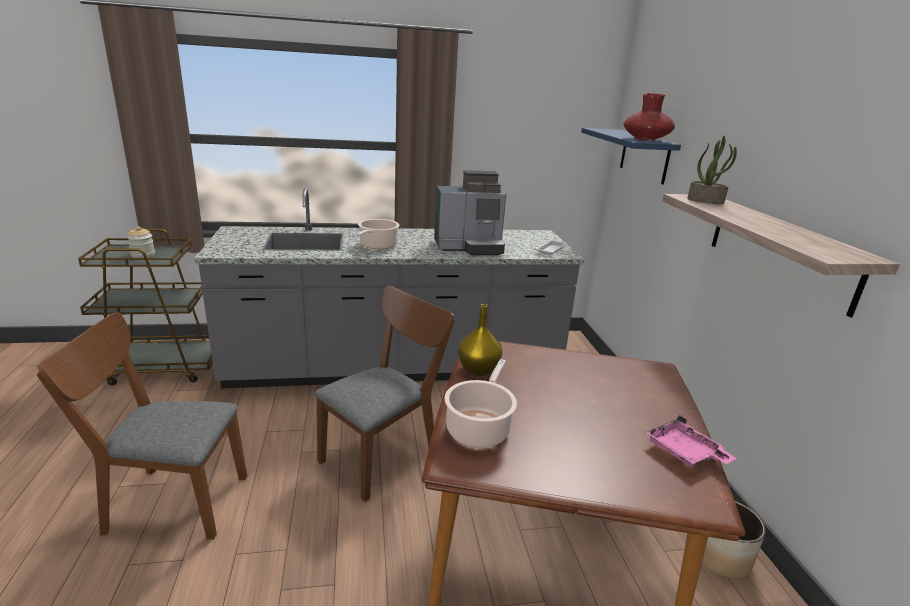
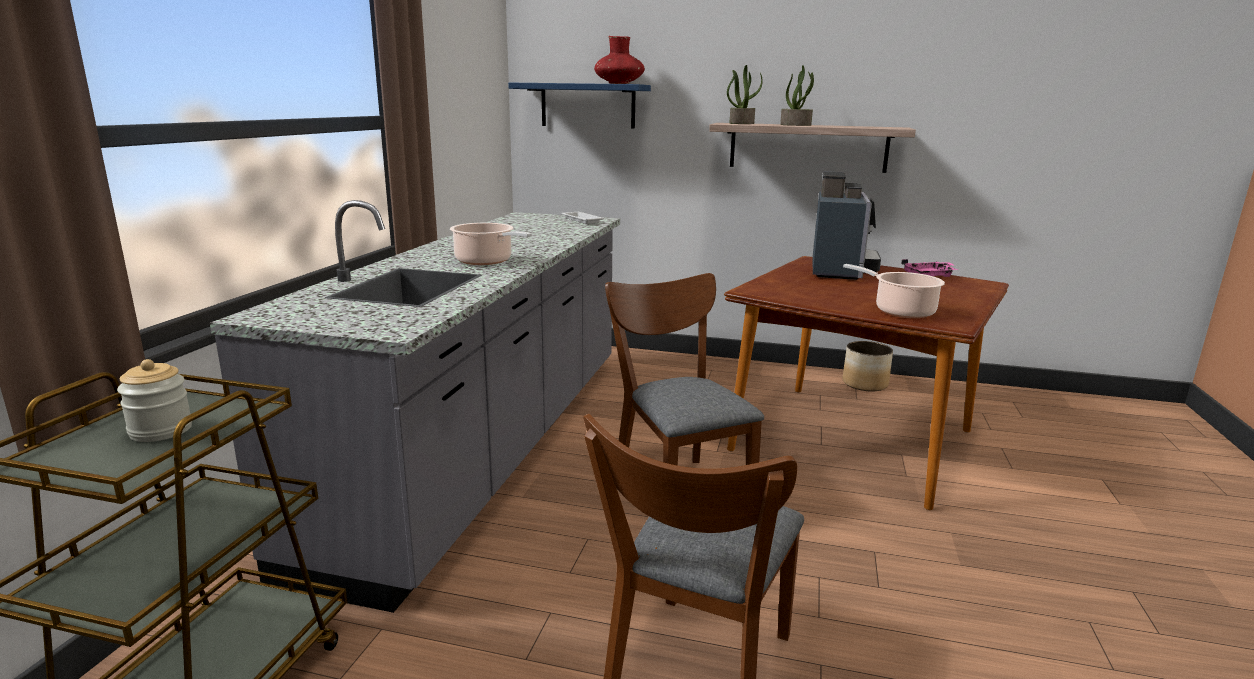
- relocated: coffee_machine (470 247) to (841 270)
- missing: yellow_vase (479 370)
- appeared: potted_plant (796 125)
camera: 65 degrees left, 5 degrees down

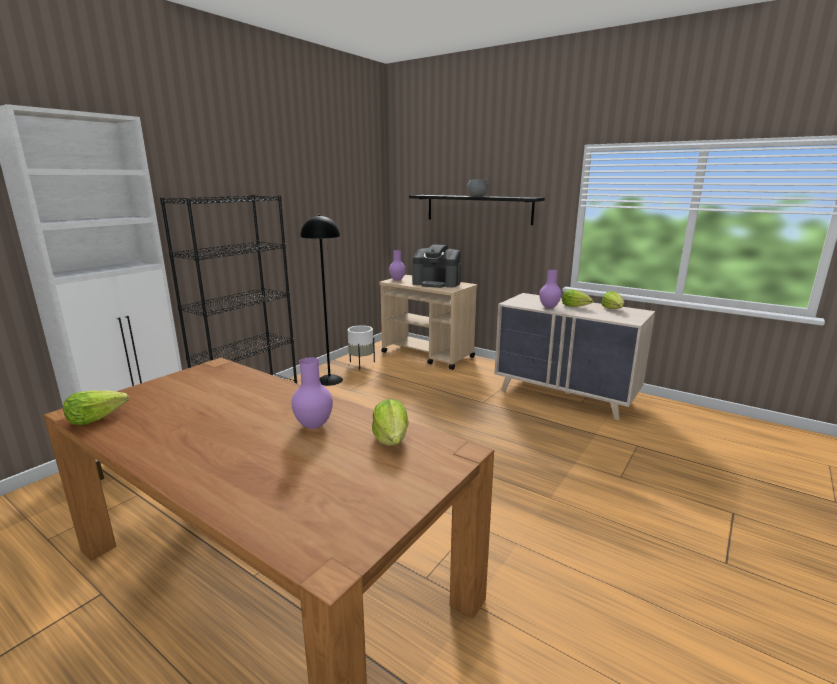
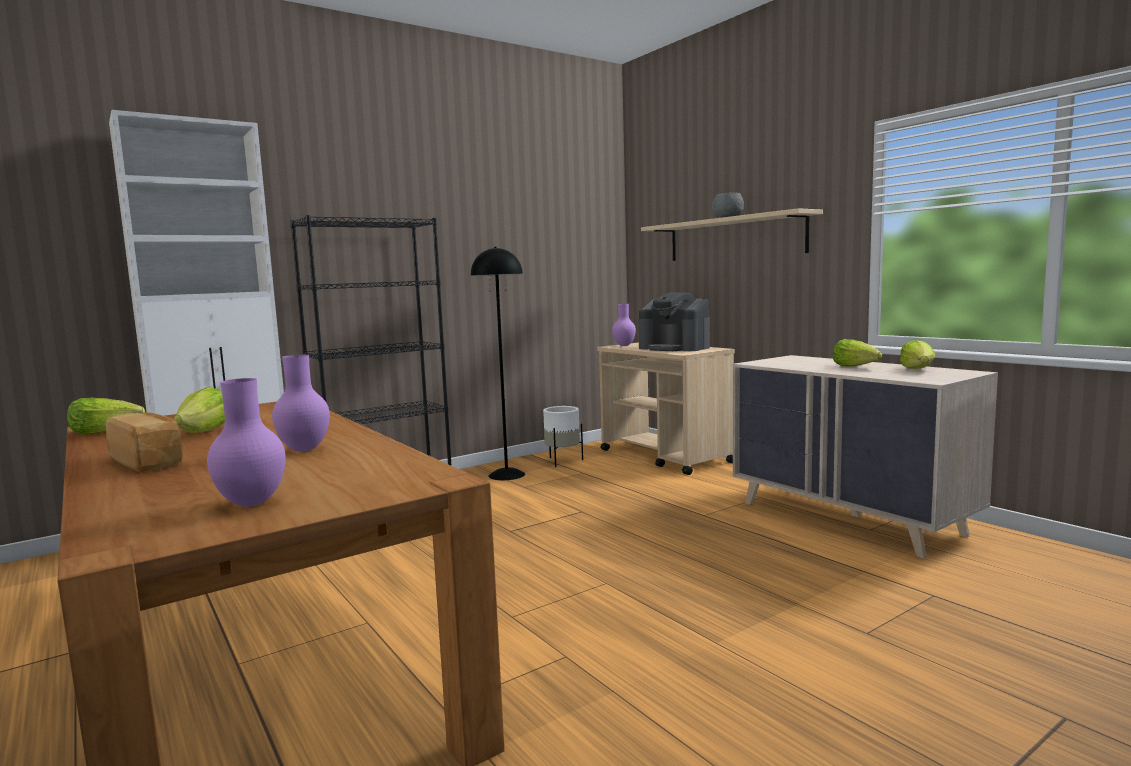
- relocated: lettuce (391 439) to (206 431)
- colour: black_shelf (478 209) to beige_shelf (734 238)
- relocated: purple_vase (549 307) to (252 503)
- appeared: bread (148 462)
camera: 20 degrees right, 10 degrees down

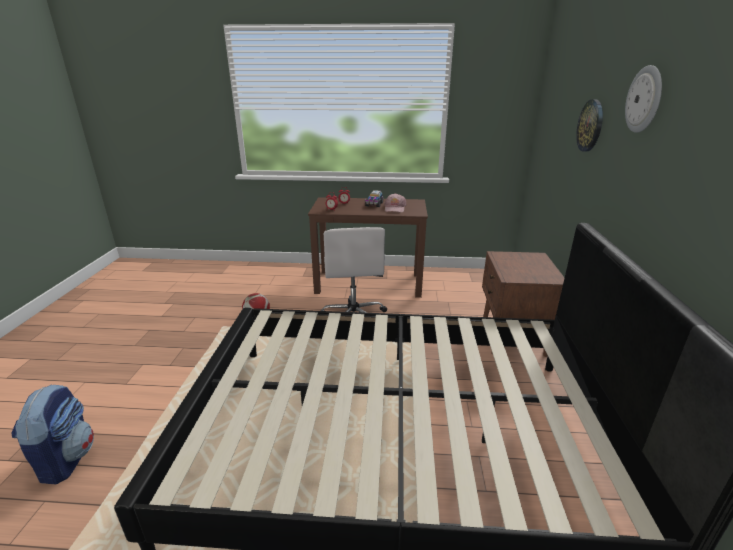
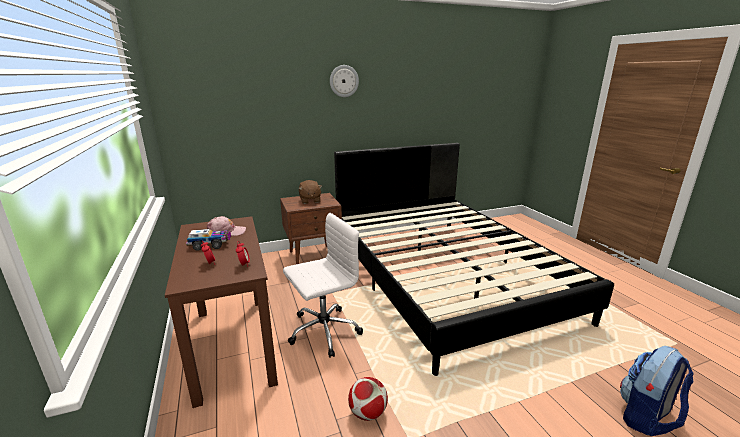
- missing: wall_clock (590 126)
- appeared: brown_plush_toy (310 200)
camera: 115 degrees left, 5 degrees down

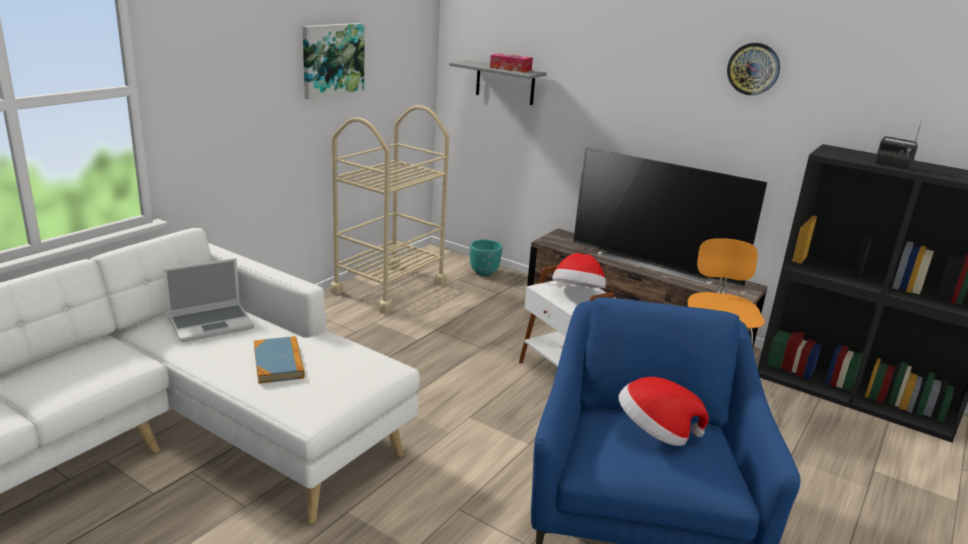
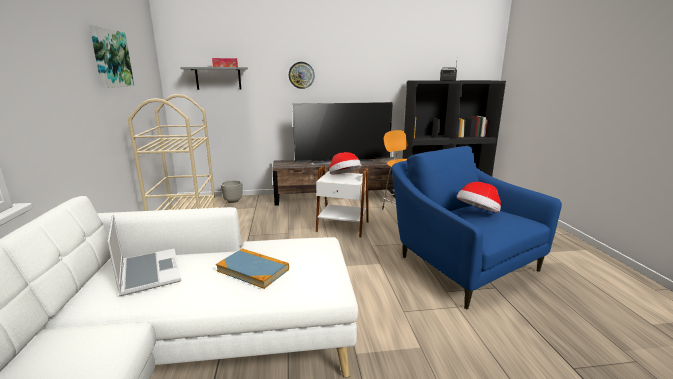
- spun: laptop (212 323) = (148 272) 45 degrees counterclockwise
- colour: turquoise_planter (484 272) to grey_planter (233 201)
- relocated: wall_clock (753 69) to (301 75)
camera: 40 degrees left, 5 degrees down

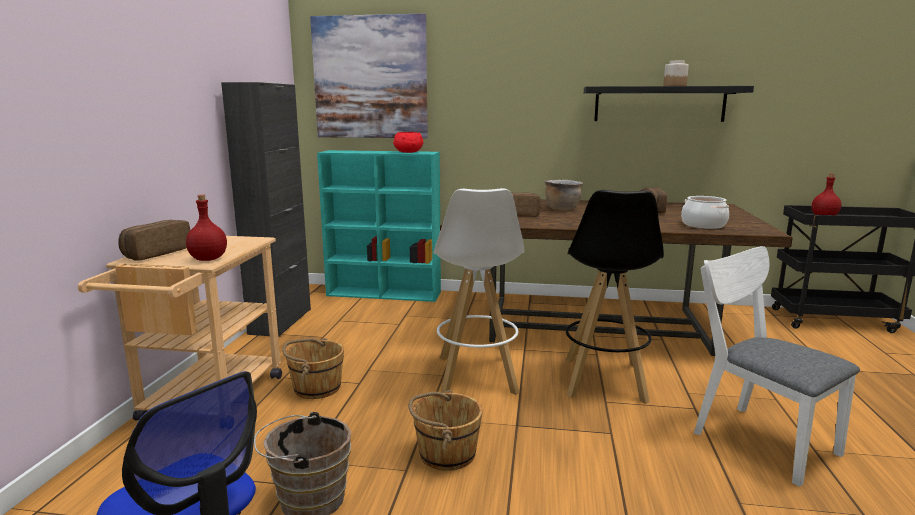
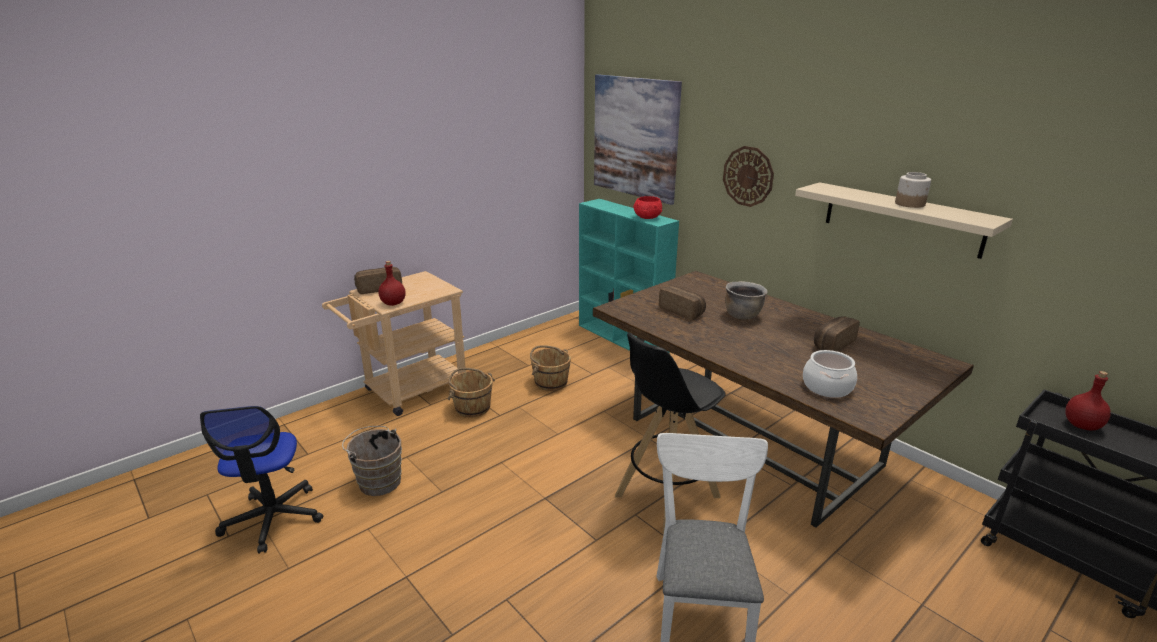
- missing: black_cabinet (280 321)
- relocated: brown_bucket (446 453) to (550 382)
- missing: white_stool (476 375)
- colour: black_shelf (659 104) to beige_shelf (902 219)
- appeared: wall_clock (748 176)
camera: 40 degrees right, 10 degrees up

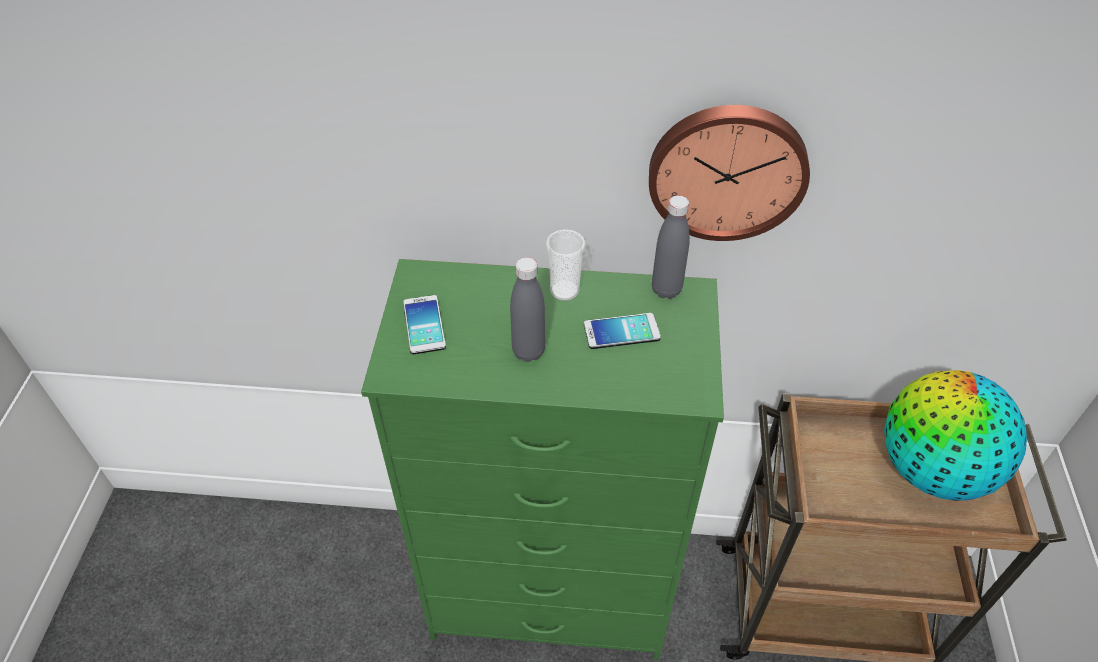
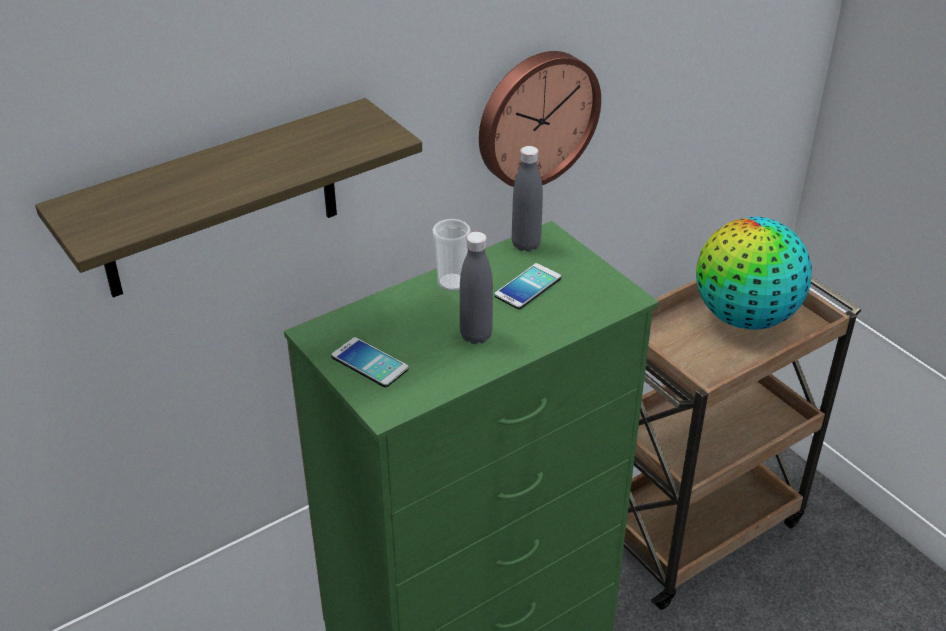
- appeared: shelf (220 201)
camera: 40 degrees left, 10 degrees down

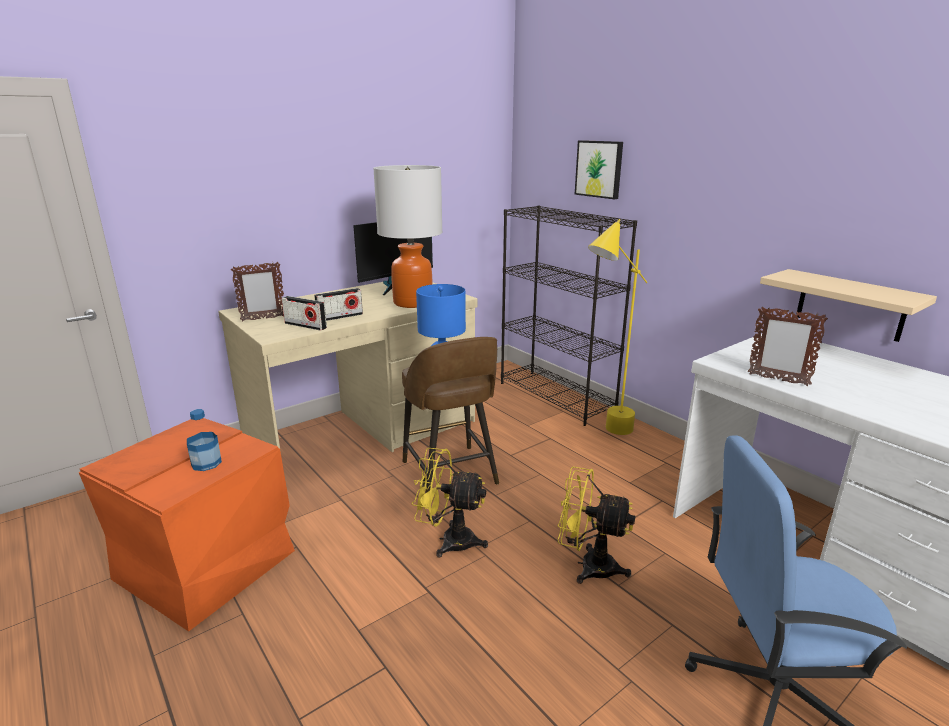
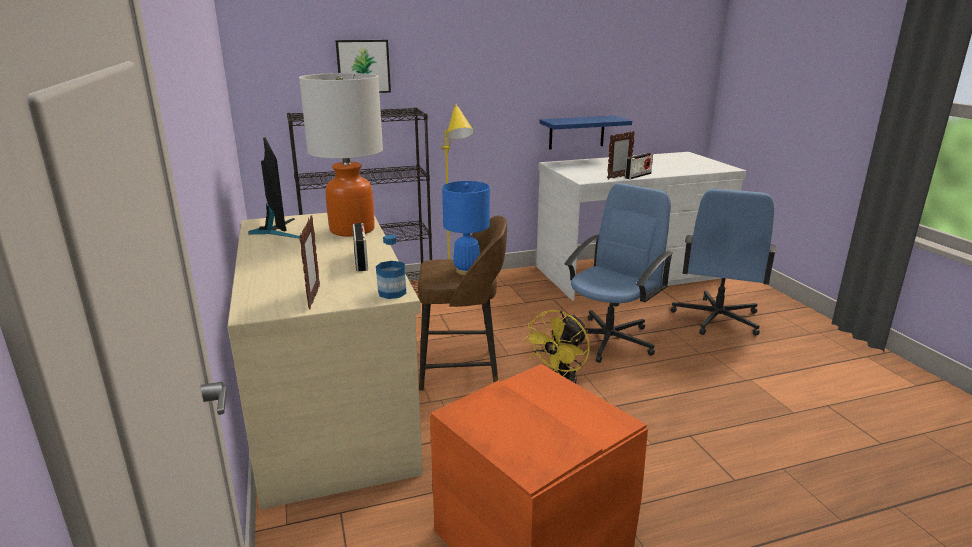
- relocated: bottle (206 463) to (392 292)
- relocated: radio (305 325) to (638 176)
- exchanged: yellow_fan (588 565) to blue_office_chair (610 339)
- colour: beige_shelf (850 305) to blue_shelf (576 132)
camera: 70 degrees left, 0 degrees up

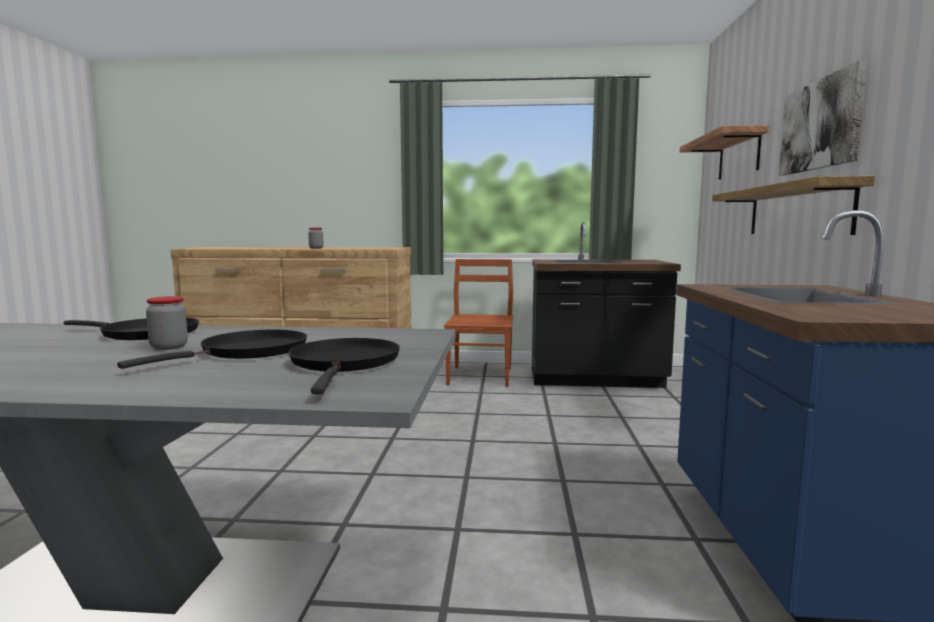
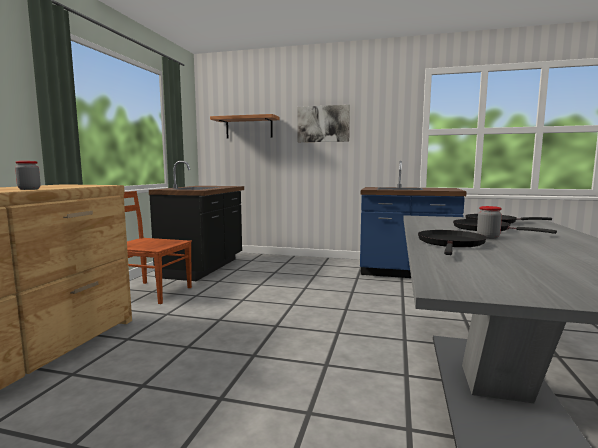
- missing: shelf (797 210)
camera: 80 degrees left, 0 degrees up

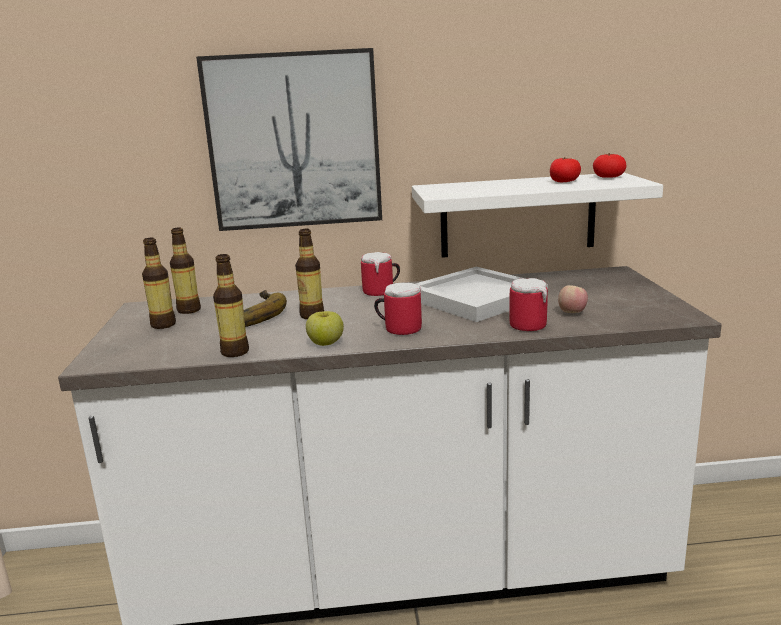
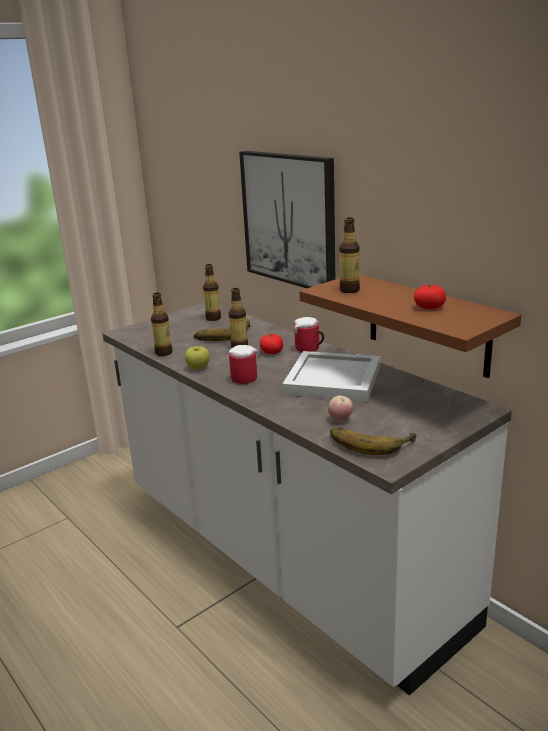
- relocated: bottle (163 325) to (349 290)
- colour: white_shelf (518 215) to brown_shelf (427 324)
- missing: mug (531 324)
- relocated: tomato (608 177) to (271 352)
- appeared: banana (370 441)
camera: 55 degrees right, 5 degrees up

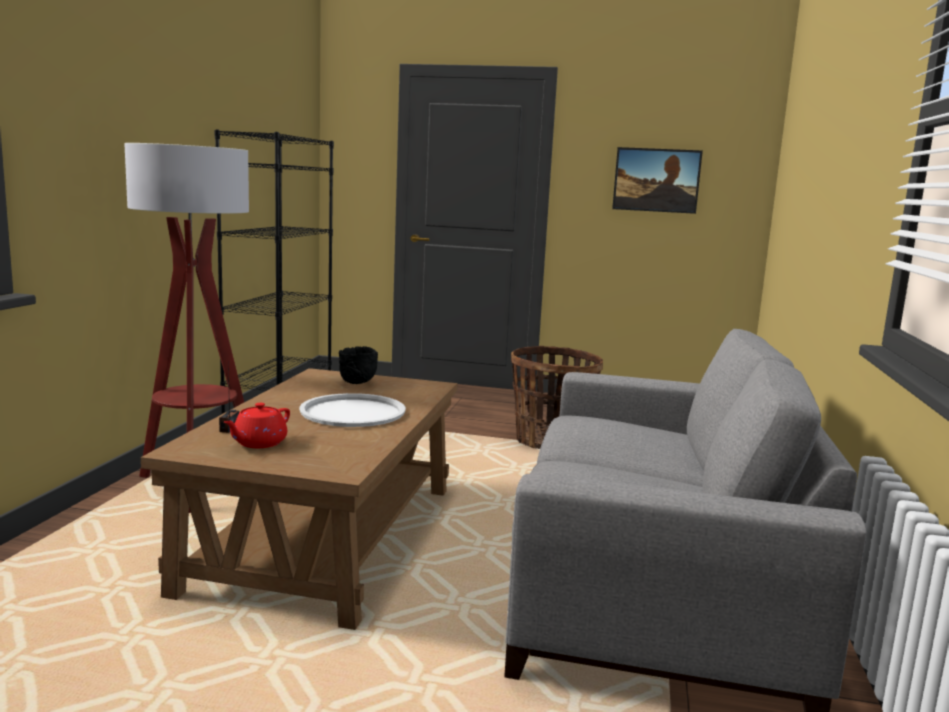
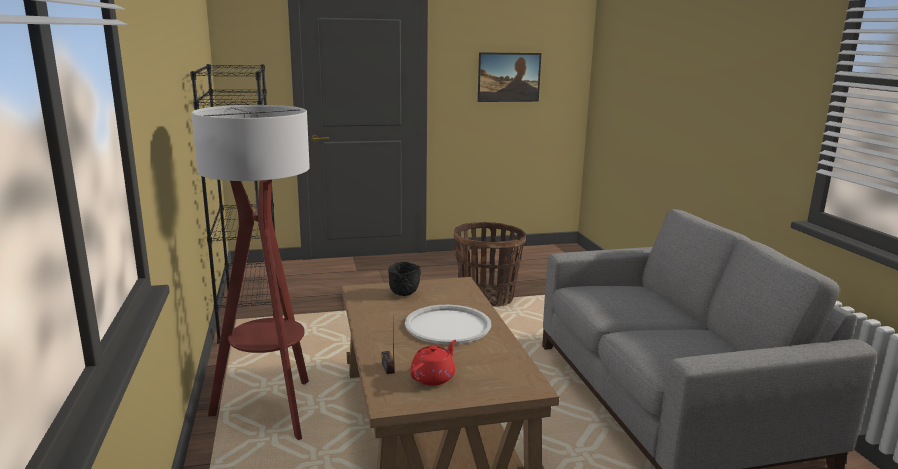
- spun: red_teapot (258 443) = (433 377) 150 degrees counterclockwise
camera: 25 degrees left, 5 degrees up

